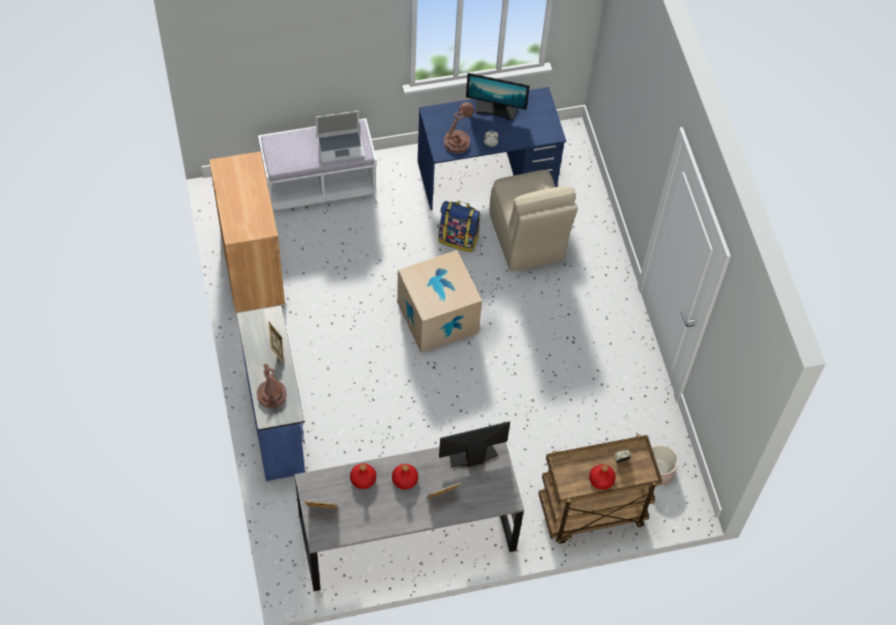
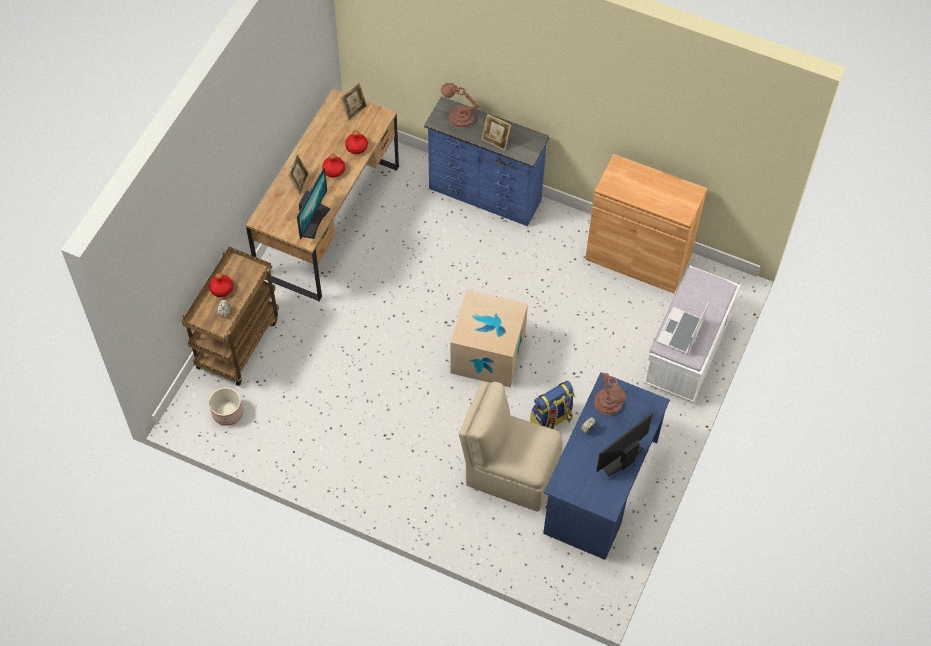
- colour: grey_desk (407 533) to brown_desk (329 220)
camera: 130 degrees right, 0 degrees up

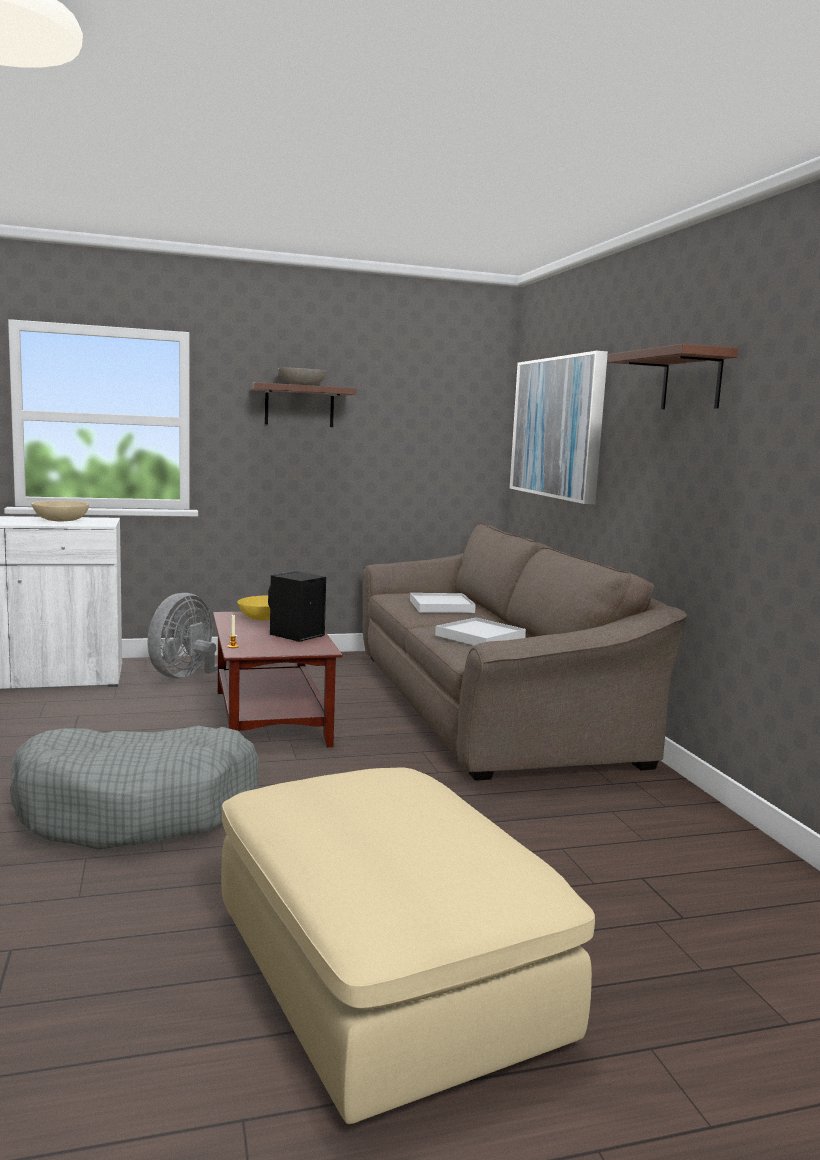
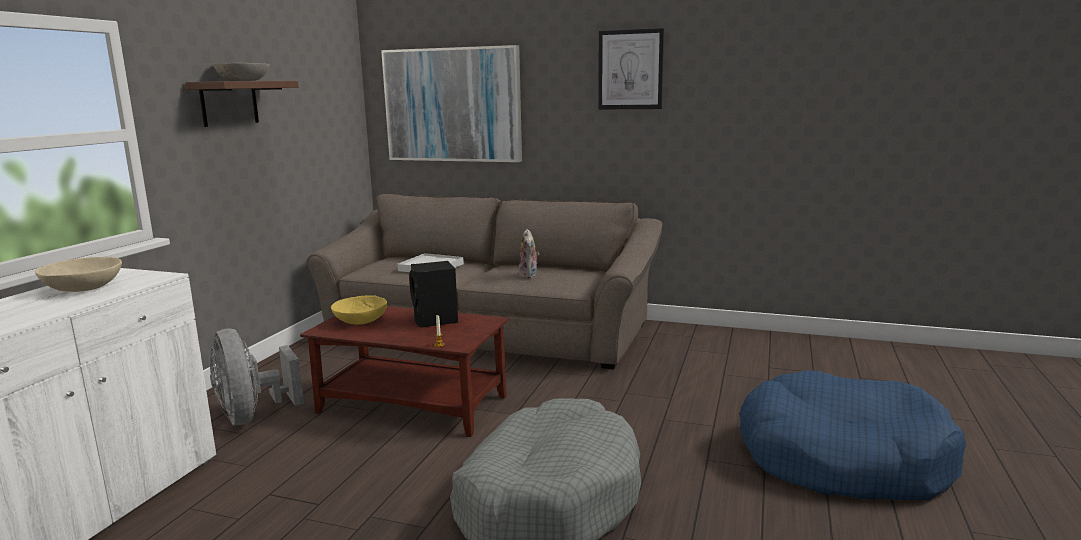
- exchanged: beige_ottoman (386 975) to blue_dog_bed (842 458)
- exchanged: white_tray (480 637) to plush_toy (529 275)
- exchanged: brown_shelf (691 381) to picture (630 70)
camera: 55 degrees left, 5 degrees up

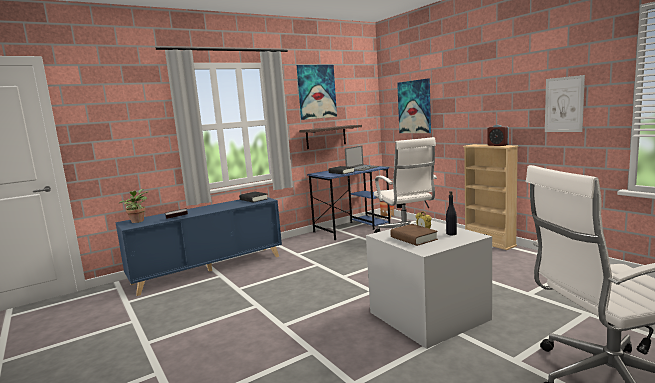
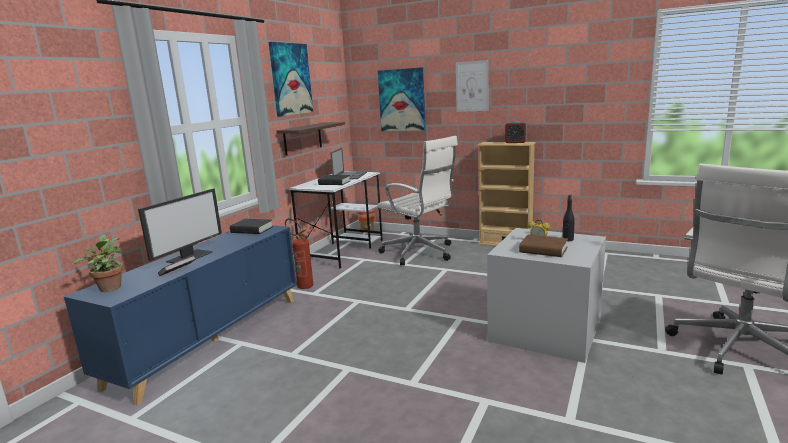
- colour: blue_desk (352 228) to white_desk (343 250)
- relocated: picture (564 104) to (472 86)
- appeared: monitor (189 256)
- appeared: fire_extinguisher (302 285)
camera: 30 degrees left, 5 degrees up

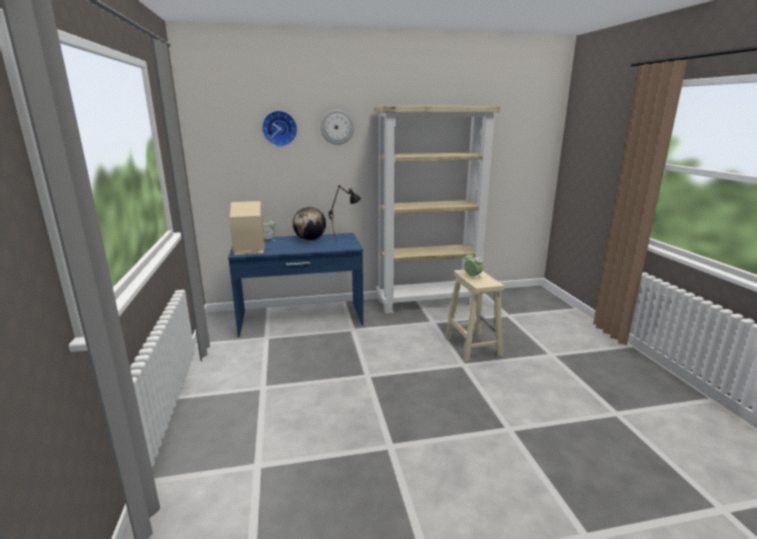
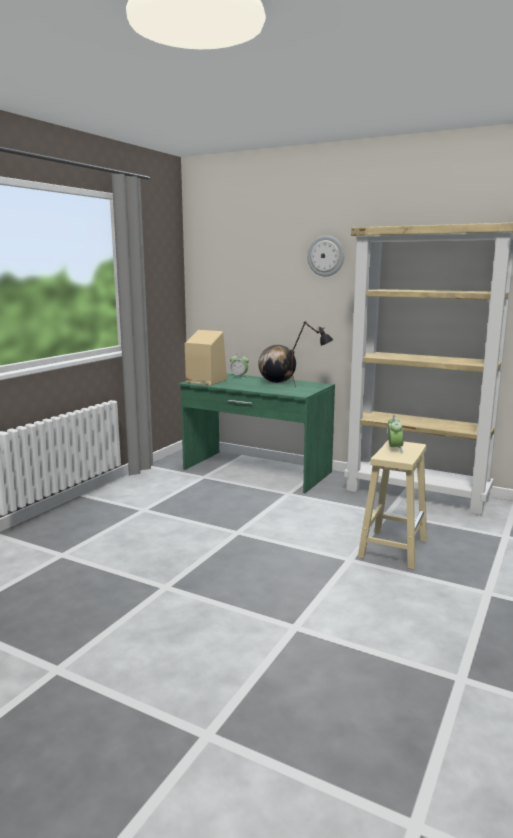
- colour: blue_desk (301 318) to green_desk (256 471)
- missing: wall_clock (279 128)
camera: 40 degrees right, 5 degrees down

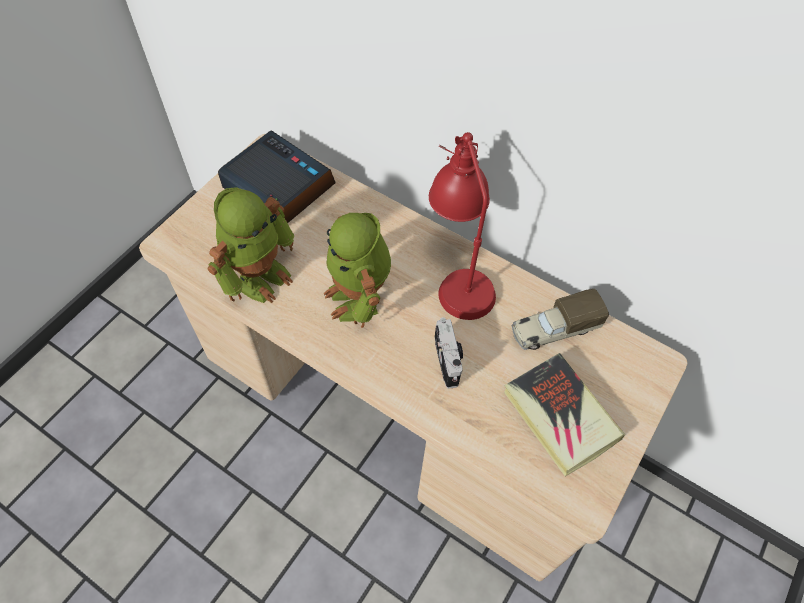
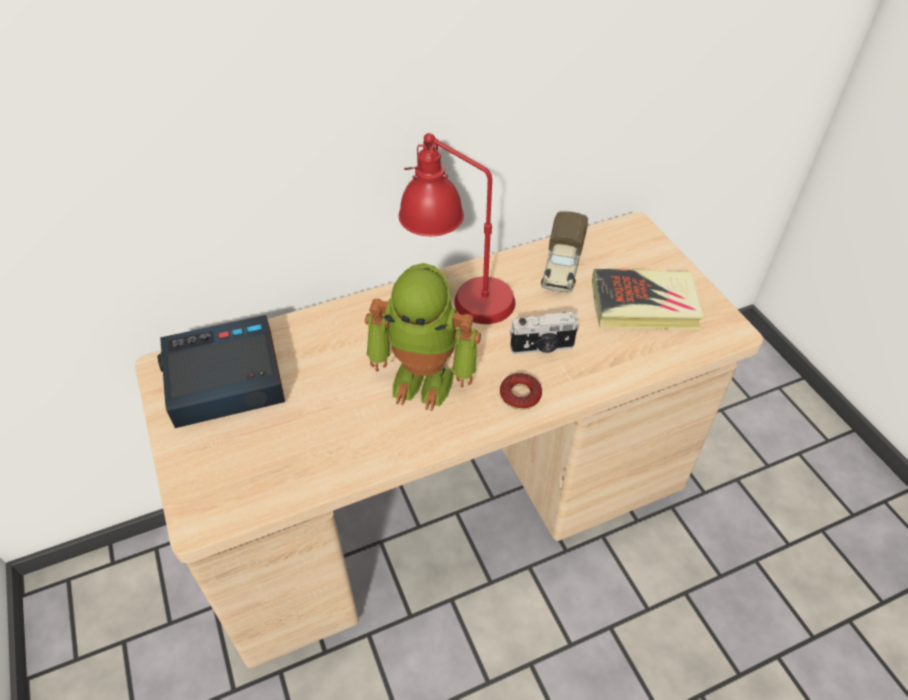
- missing: toy_robot (259 275)
- spun: photo_camera (448 360) = (542 347) 150 degrees clockwise
- appeared: donut (520 395)
camera: 55 degrees left, 10 degrees down

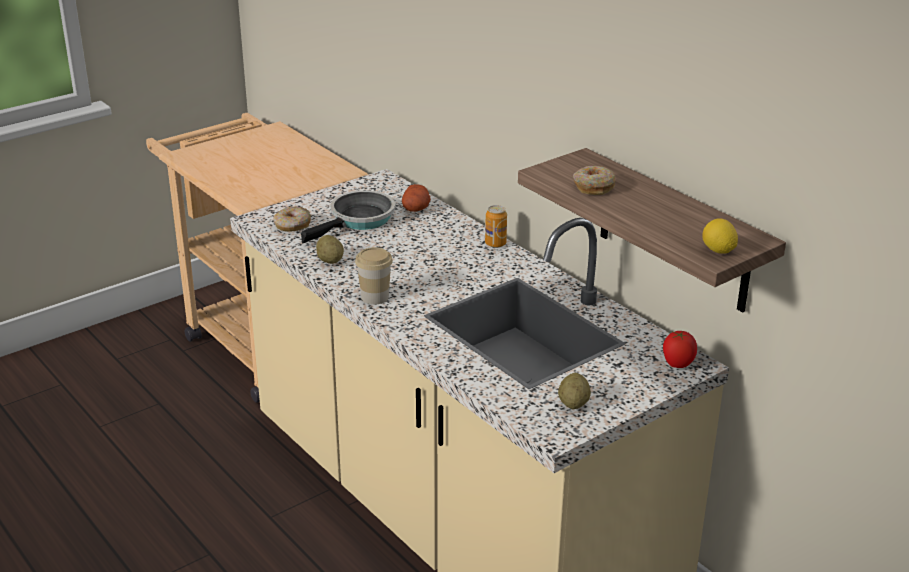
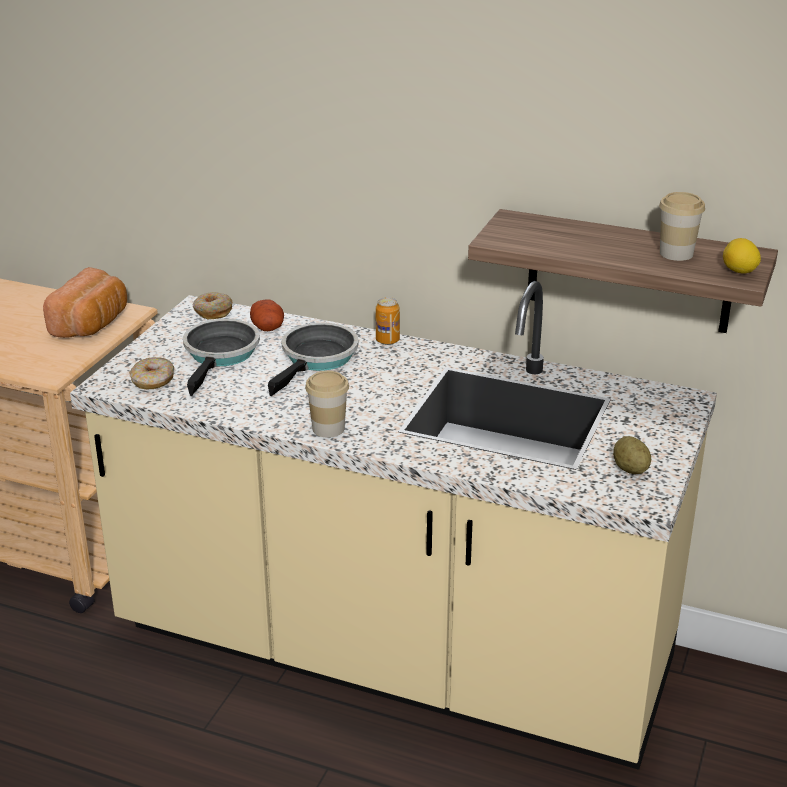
- missing: potato (330 260)
- relocated: donut (593 187) to (212 312)
- missing: tomato (677 365)
- appeared: bread (92 324)
- appeared: frying_pan (317 359)
- appeared: cup (676 253)
camera: 30 degrees left, 0 degrees up

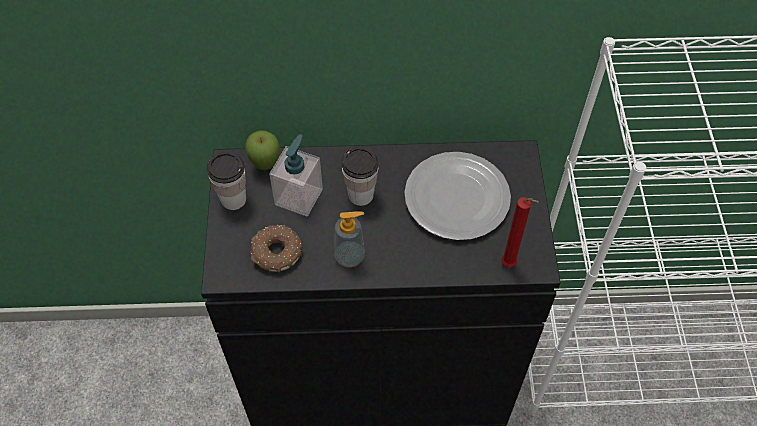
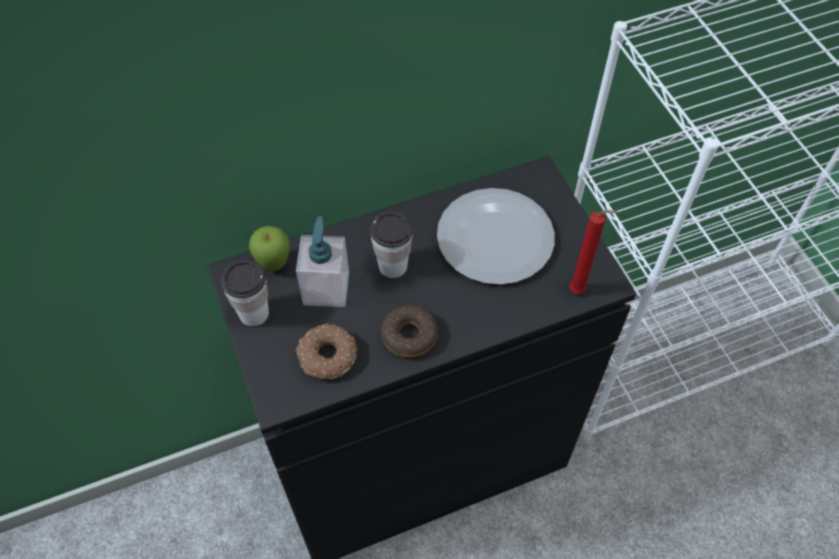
- exchanged: soap_dispenser (349 256) to donut (409 335)
camera: 20 degrees left, 0 degrees up

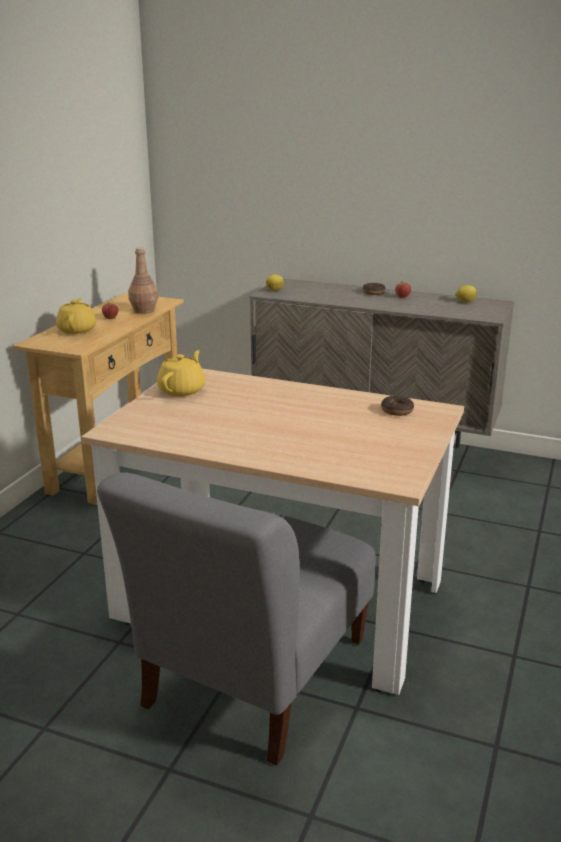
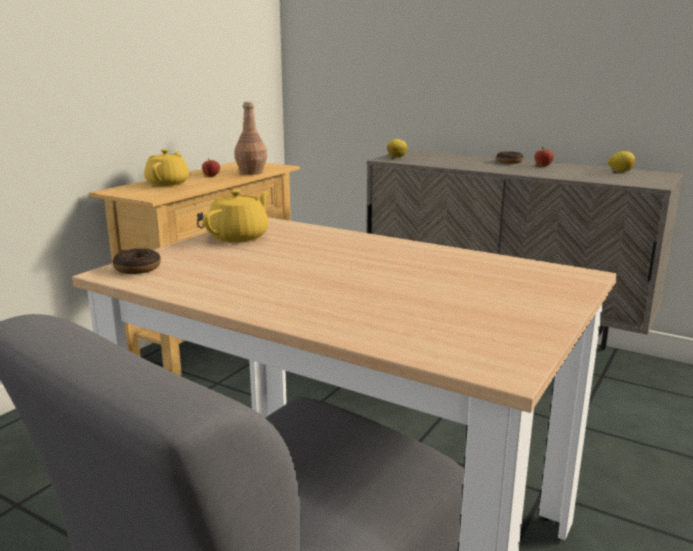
- relocated: donut (397 410) to (137 268)
camera: 10 degrees right, 5 degrees down

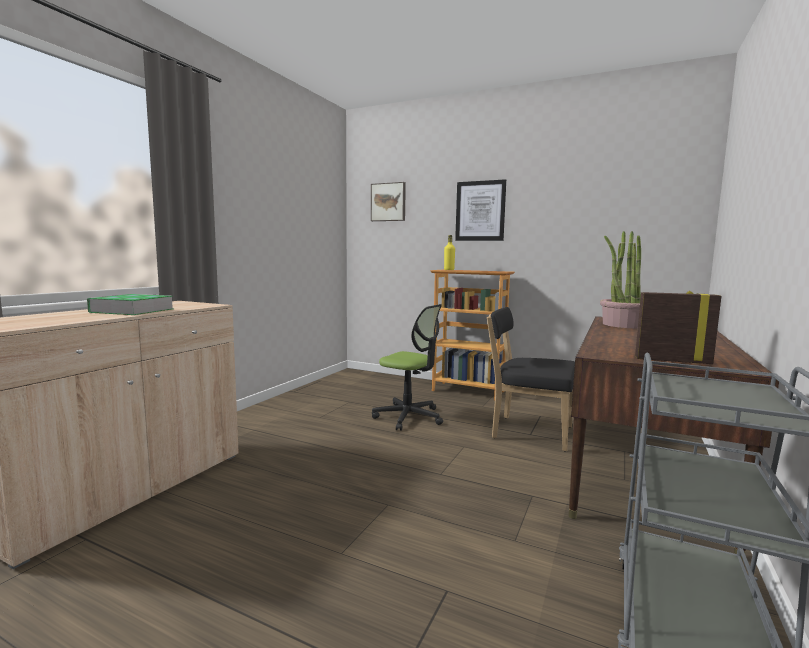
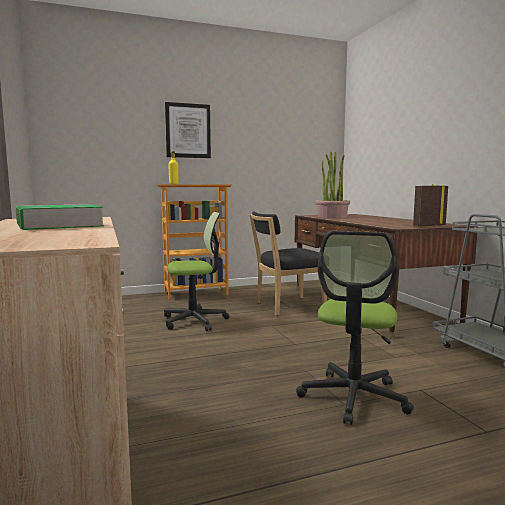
- missing: picture (388 202)
- appeared: office_chair (353 397)
camera: 45 degrees left, 0 degrees up

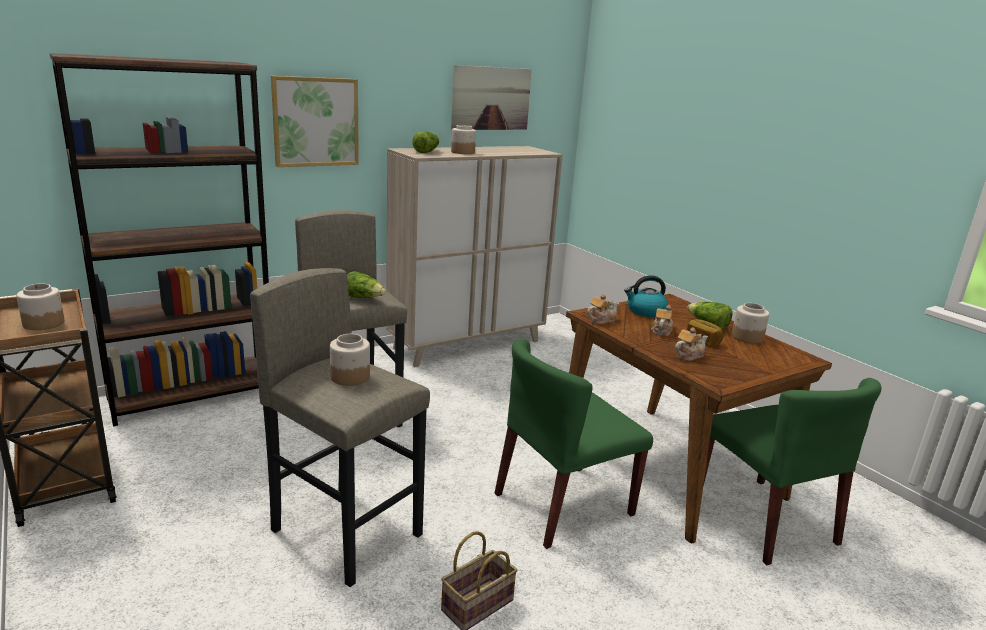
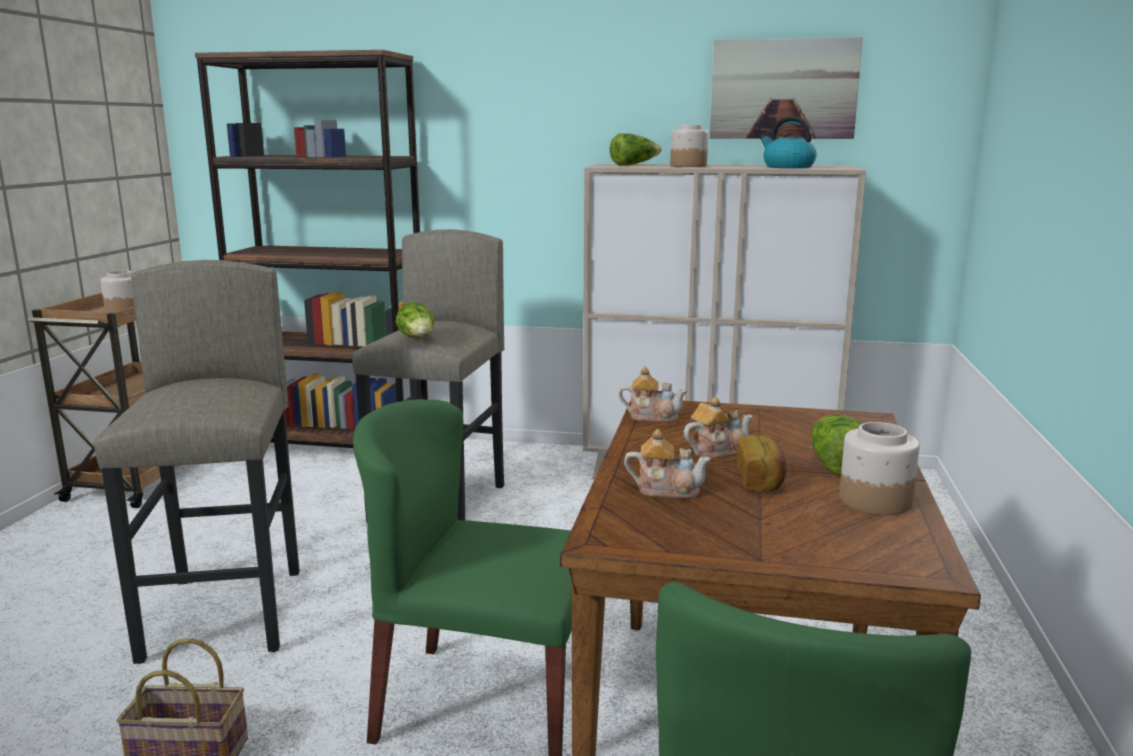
- missing: picture (315 122)
- missing: jar (349 377)
- relocated: kettle (645 311) to (787 167)
camera: 45 degrees right, 5 degrees down

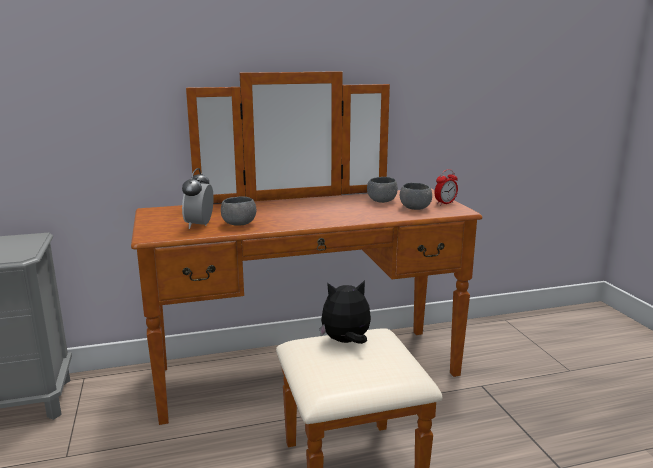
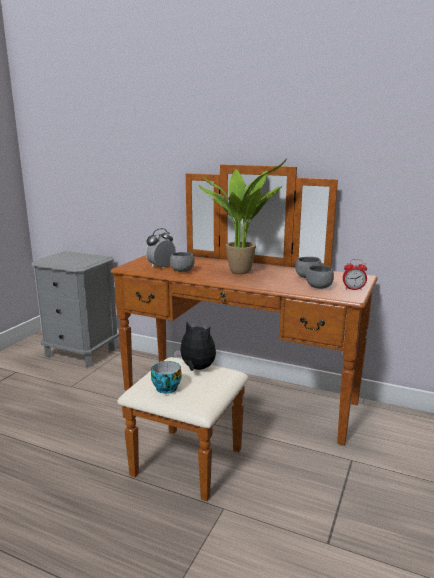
- appeared: cup (165 388)
- appeared: potted_plant (242 271)
camera: 40 degrees right, 0 degrees up

